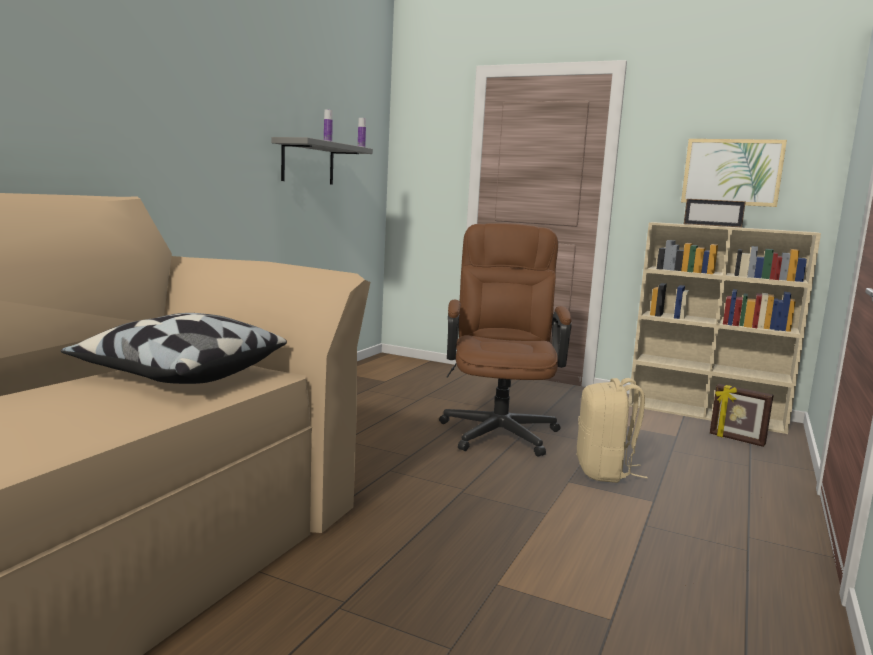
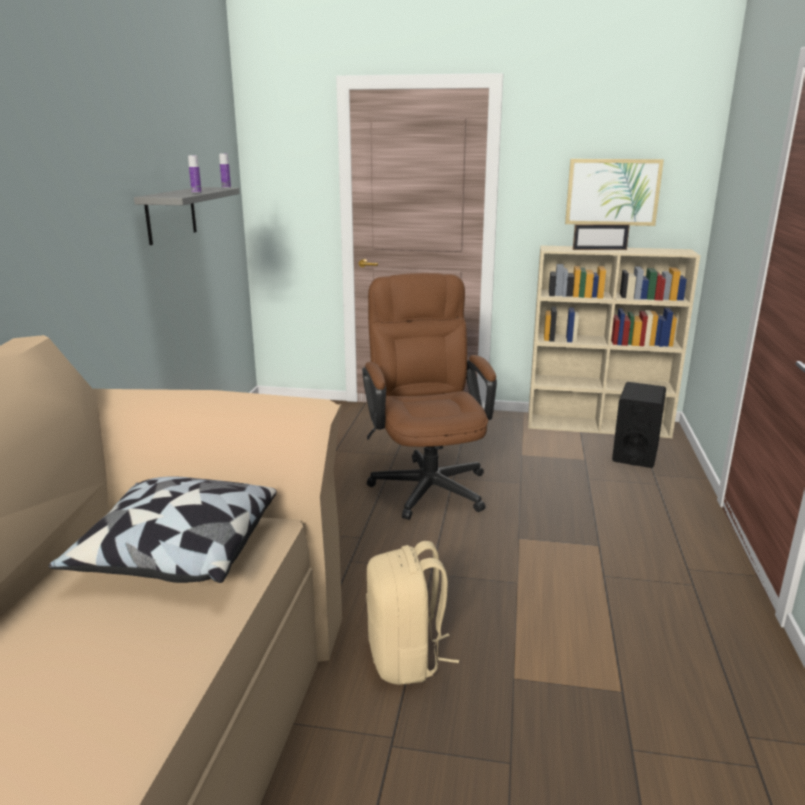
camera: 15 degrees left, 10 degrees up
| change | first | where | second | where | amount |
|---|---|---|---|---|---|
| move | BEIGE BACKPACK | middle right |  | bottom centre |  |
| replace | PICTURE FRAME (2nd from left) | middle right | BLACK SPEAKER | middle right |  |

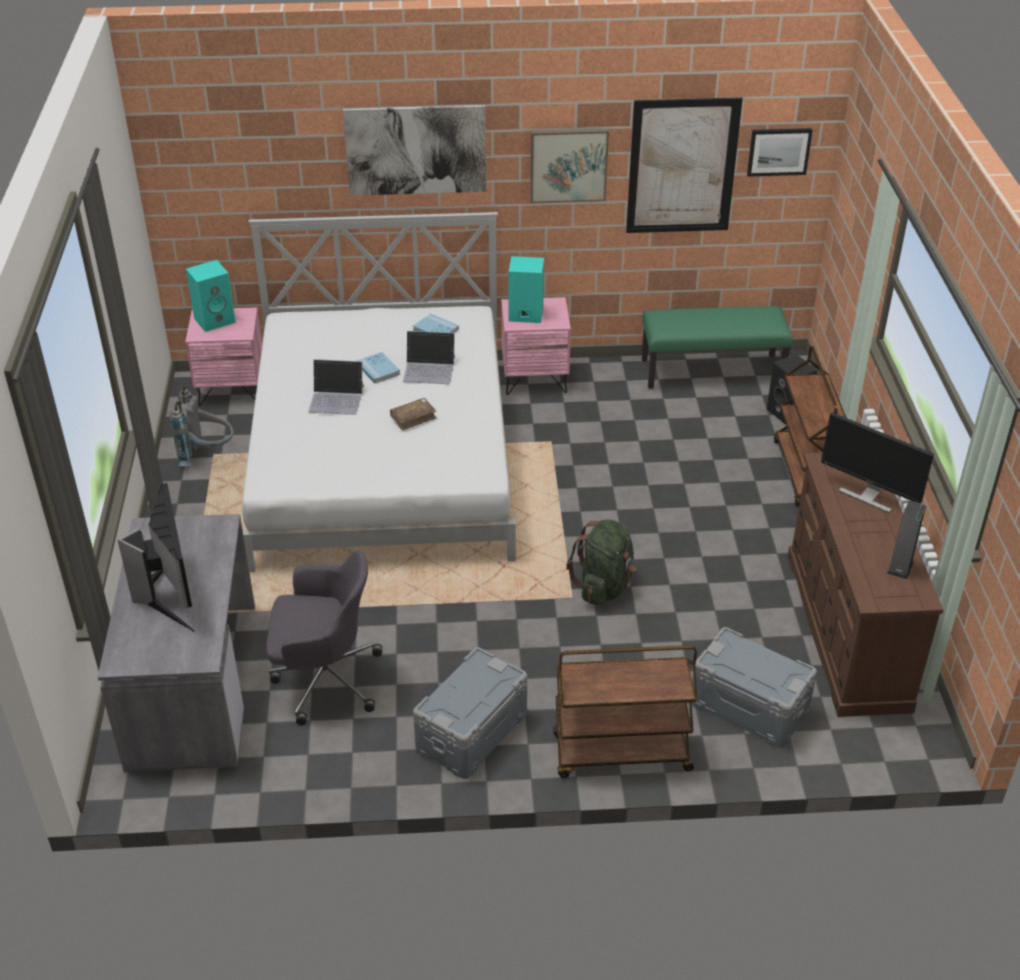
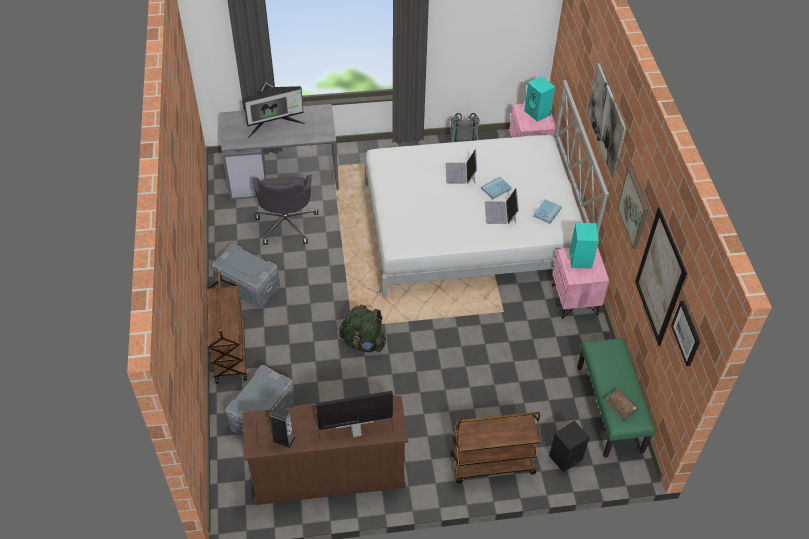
camera: 85 degrees right, 10 degrees up
| change | first | where | second | where | amount |
|---|---|---|---|---|---|
| move | BROWN BOOK | centre |  | bottom right |  |
| rotate | MONITOR (2nd from left) | middle right |  | bottom centre | 45 degrees clockwise |

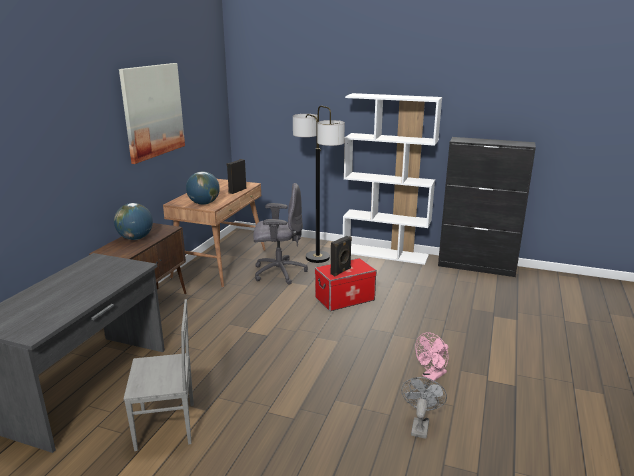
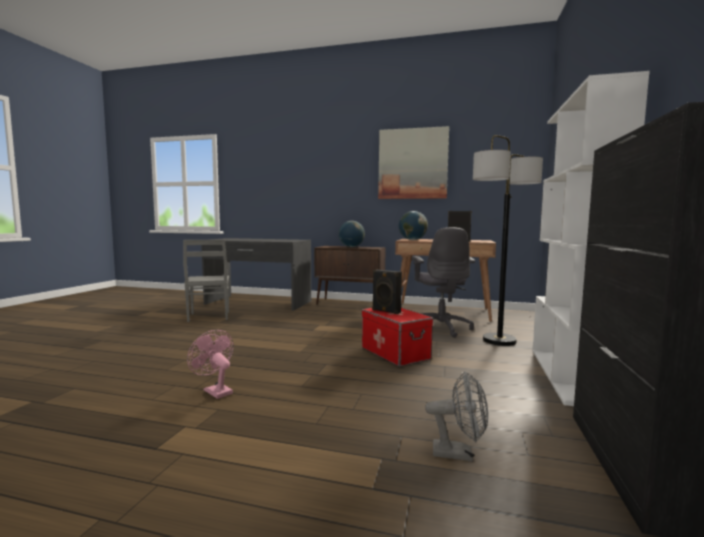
camera: 85 degrees right, 15 degrees down
| change | first | where | second | where | amount |
|---|---|---|---|---|---|
| move | GREY FAN | bottom right |  | bottom centre |  |

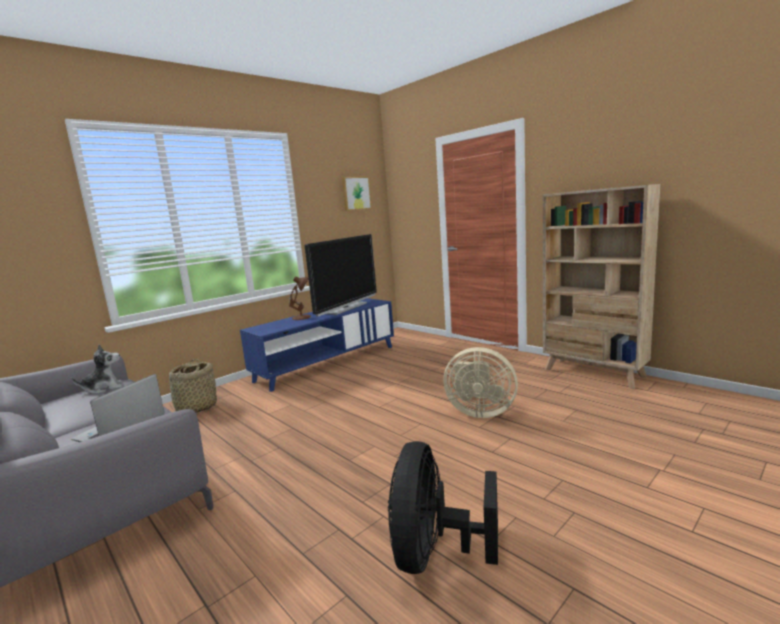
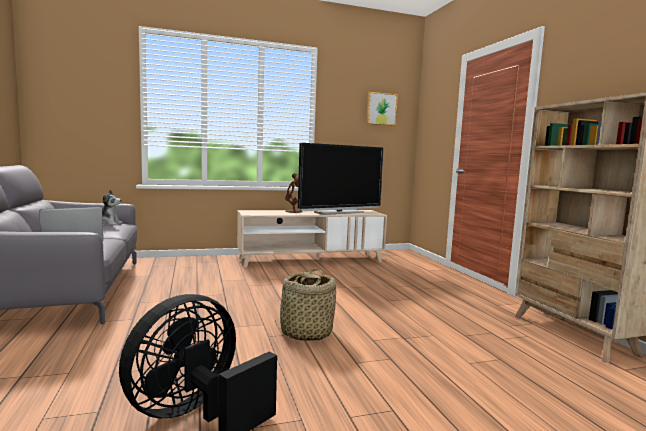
camera: 25 degrees right, 5 degrees down
| change | first | where | second | where | amount |
|---|---|---|---|---|---|
| recolor | BLUE TV STAND | centre | BEIGE TV STAND | centre |  |
| delete | BEIGE FAN | centre |  |  |  |
| move | BASKET | middle left |  | bottom centre |  |

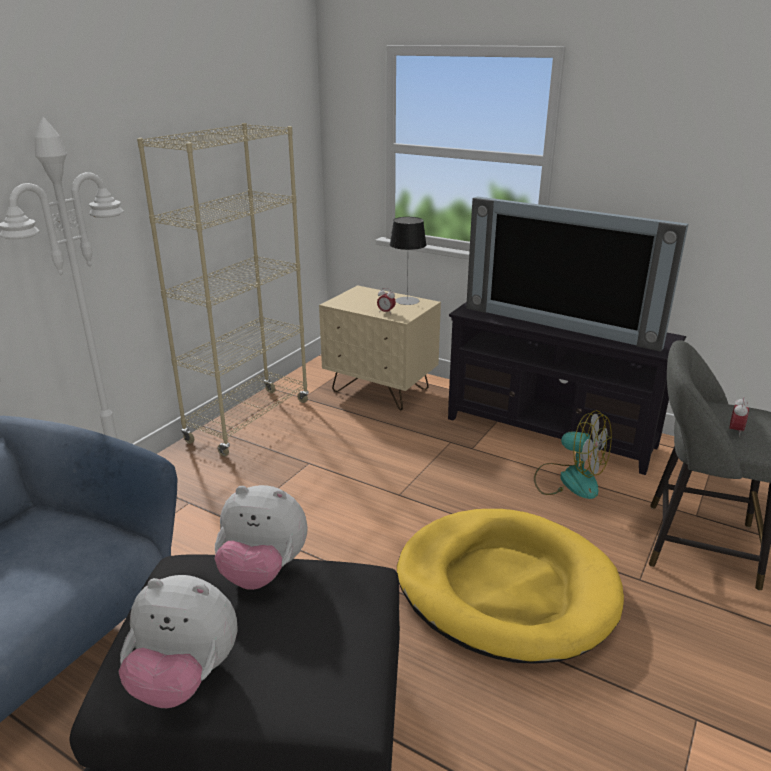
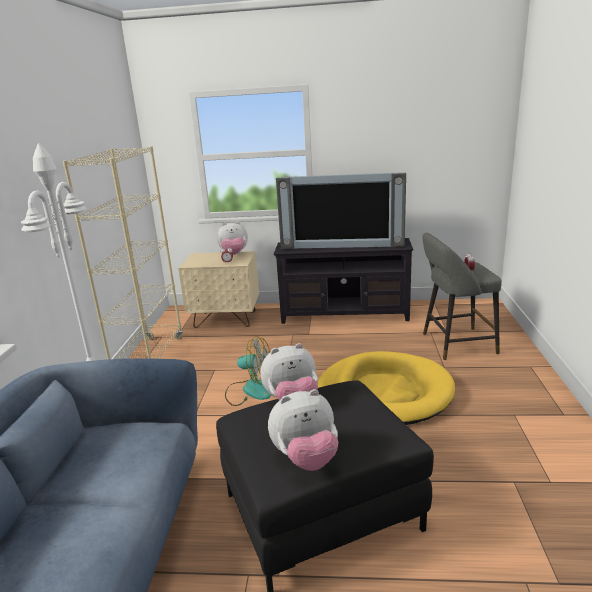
camera: 25 degrees left, 5 degrees down
| change | first | where | second | where | amount |
|---|---|---|---|---|---|
| replace | TABLE LAMP | centre | PLUSH TOY (1st from left) | centre |  |
| move | FAN | middle right |  | centre |  |

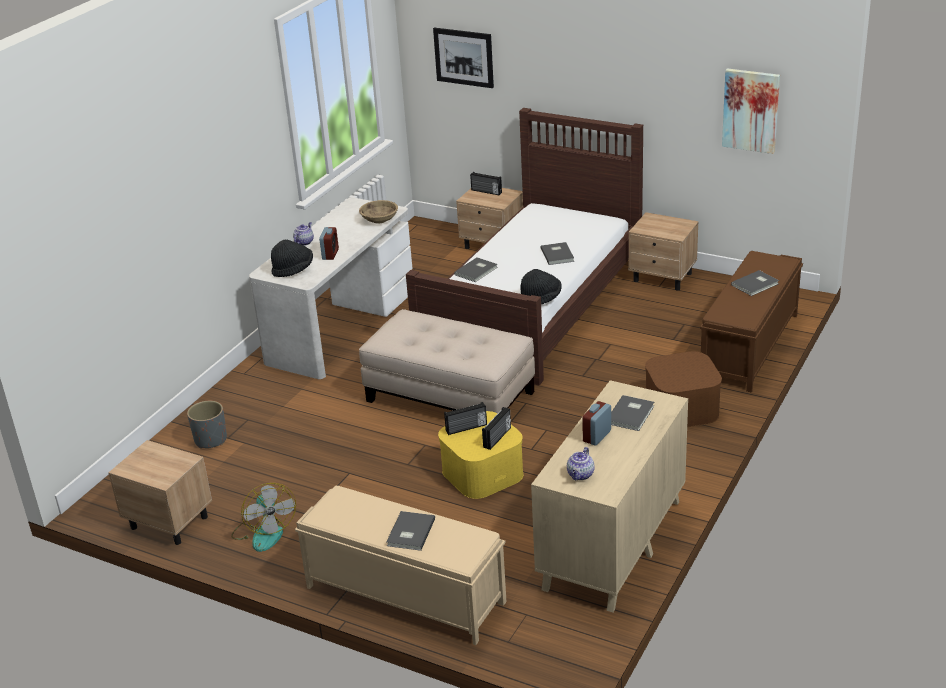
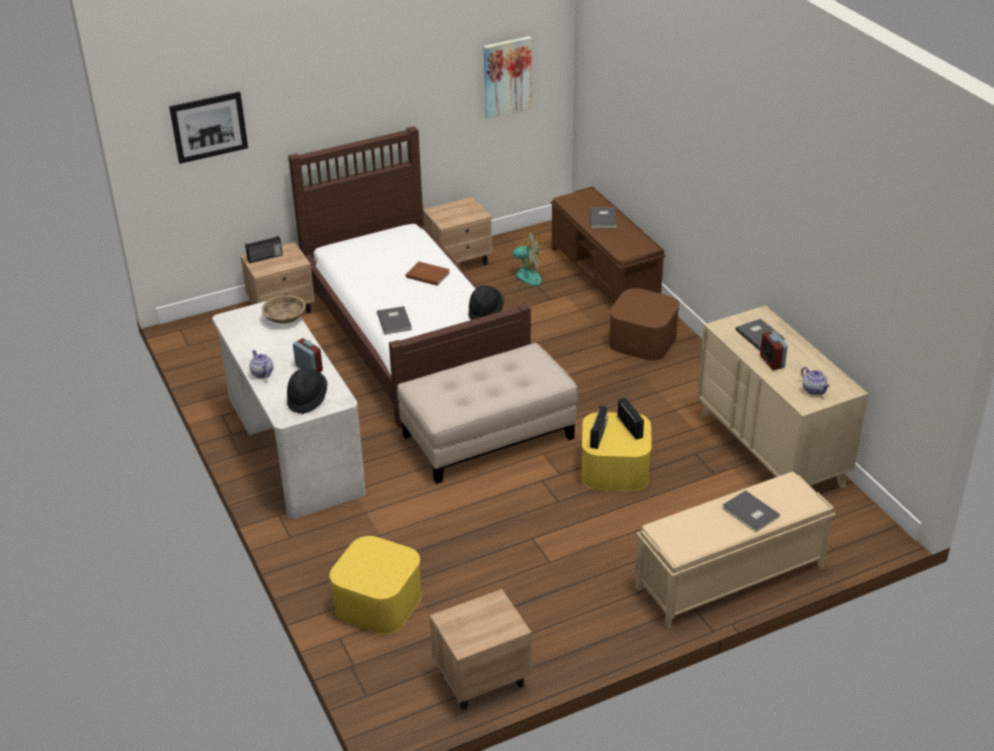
camera: 55 degrees left, 5 degrees up
| change | first | where | second | where | amount |
|---|---|---|---|---|---|
| recolor | GREY BOOK (3rd from left) | centre | BROWN BOOK | centre |  |
| replace | GREY PLANTER | middle left | YELLOW STORAGE BOX (1st from left) | bottom centre |  |
| move | FAN | bottom left |  | centre |  |

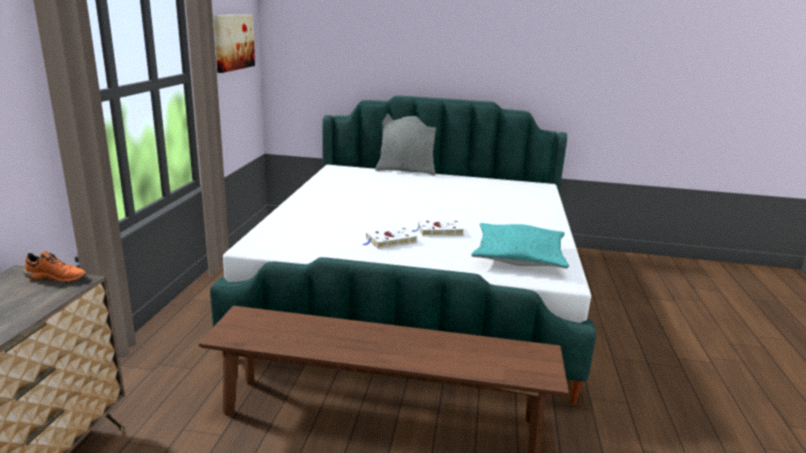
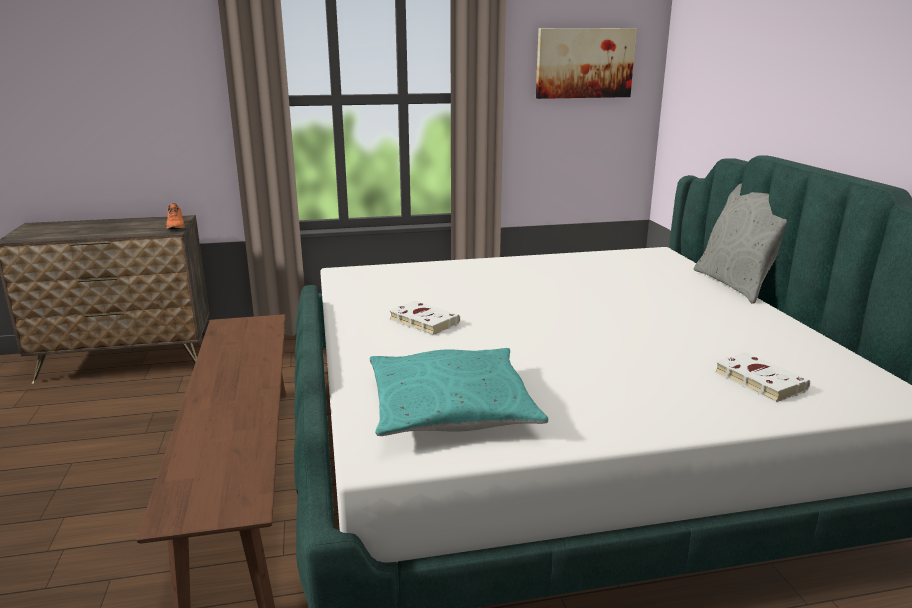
camera: 70 degrees right, 0 degrees up
| change | first | where | second | where | amount |
|---|---|---|---|---|---|
| move | WHITE BOOK (2nd from left) | centre |  | middle right |  |

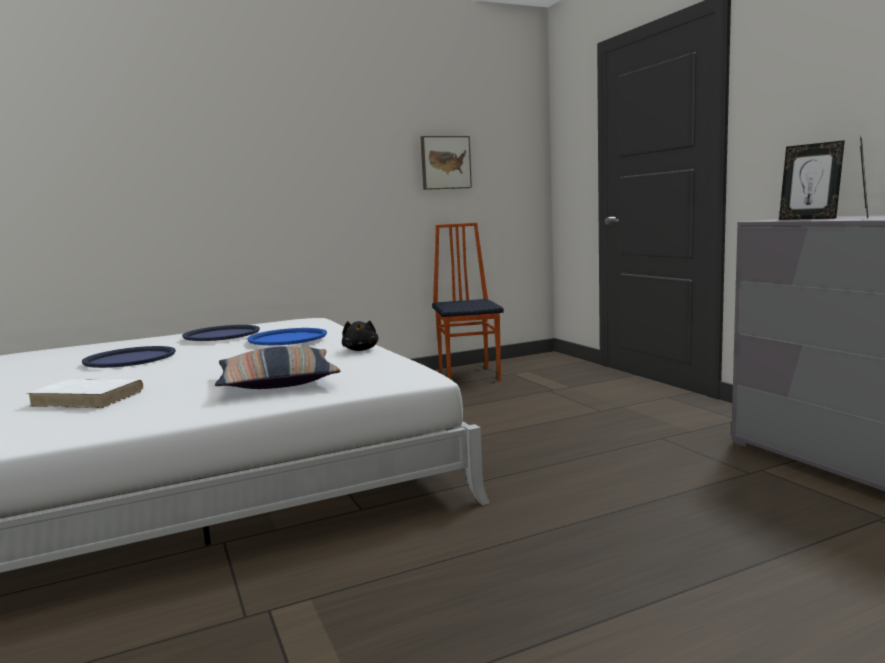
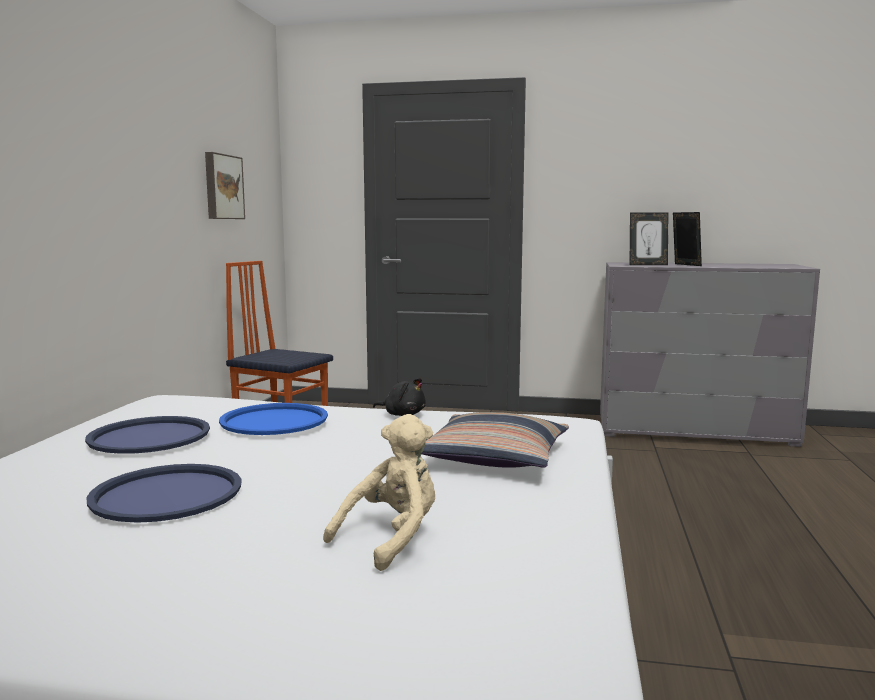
camera: 55 degrees left, 0 degrees up
| change | first | where | second | where | amount |
|---|---|---|---|---|---|
| replace | WHITE BOOK | middle left | BEIGE PLUSH TOY | bottom centre |  |

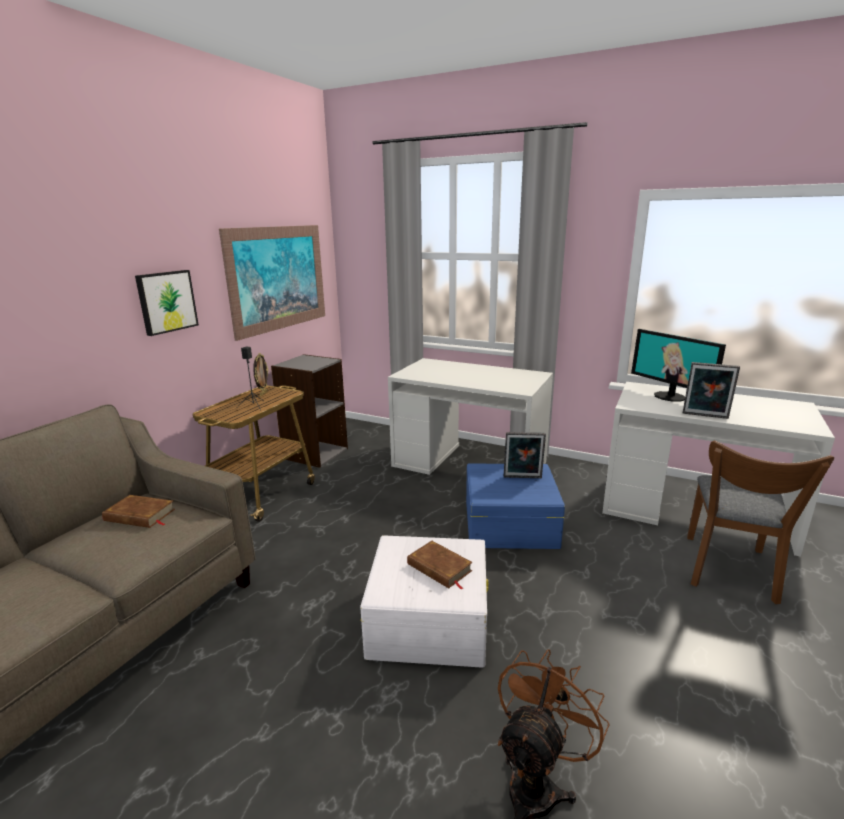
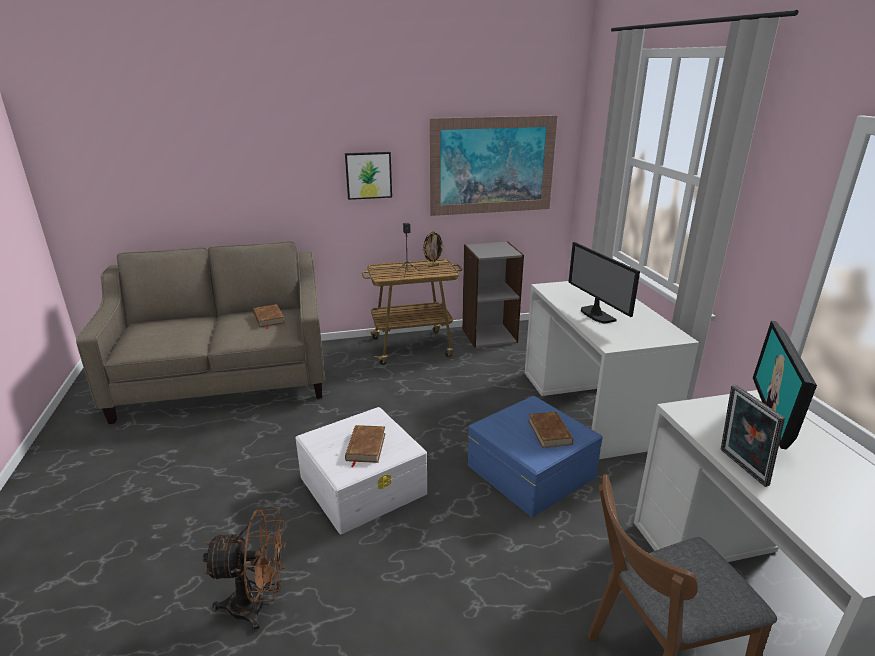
camera: 50 degrees right, 5 degrees up
| change | first | where | second | where | amount |
|---|---|---|---|---|---|
| replace | PICTURE FRAME (2nd from left) | centre | BROWN BOOK (3rd from left) | centre |  |
| insert |  |  | MONITOR (1st from left) | middle right |  |

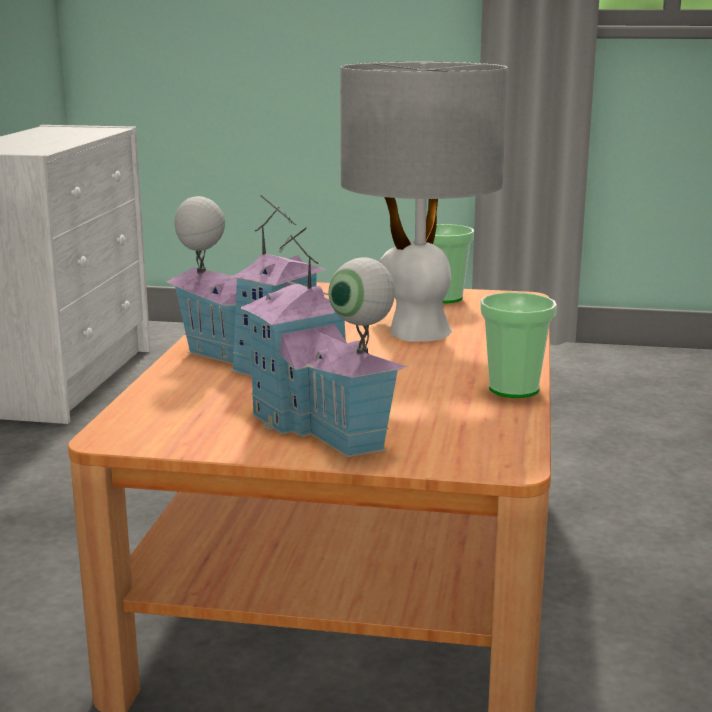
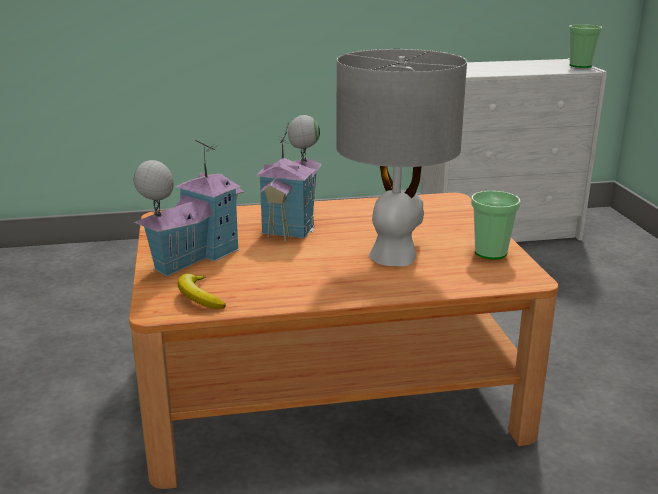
camera: 70 degrees right, 5 degrees up
| change | first | where | second | where | amount |
|---|---|---|---|---|---|
| move | CUP (2nd from left) | middle right |  | top right |  |
| insert |  |  | BANANA | middle left |  |

